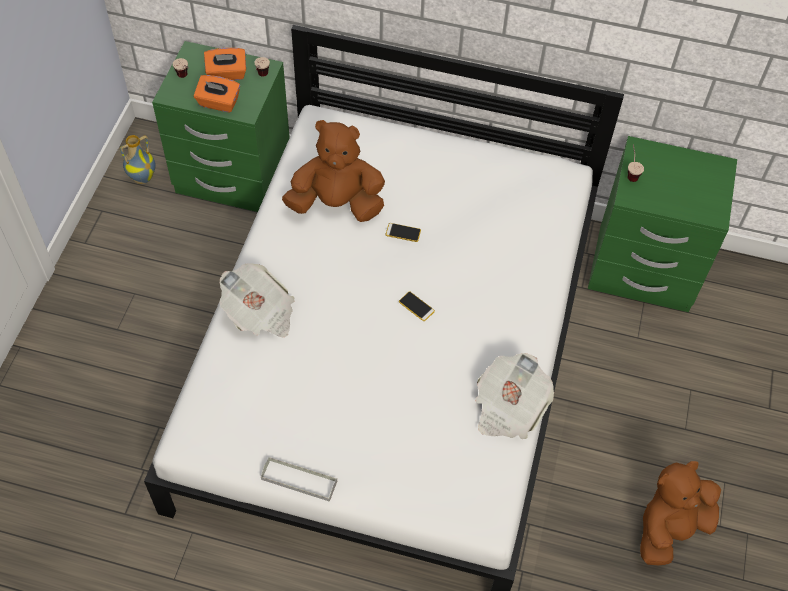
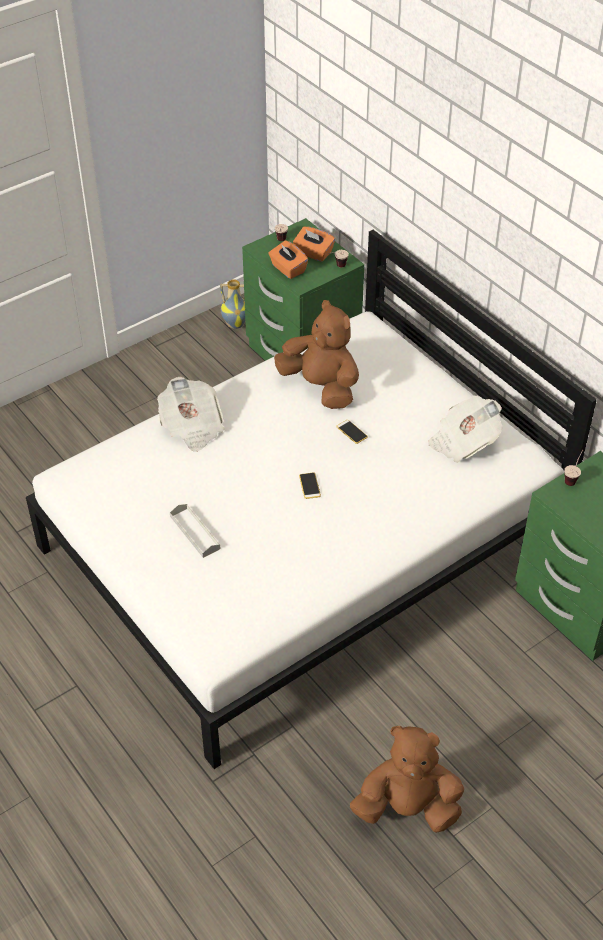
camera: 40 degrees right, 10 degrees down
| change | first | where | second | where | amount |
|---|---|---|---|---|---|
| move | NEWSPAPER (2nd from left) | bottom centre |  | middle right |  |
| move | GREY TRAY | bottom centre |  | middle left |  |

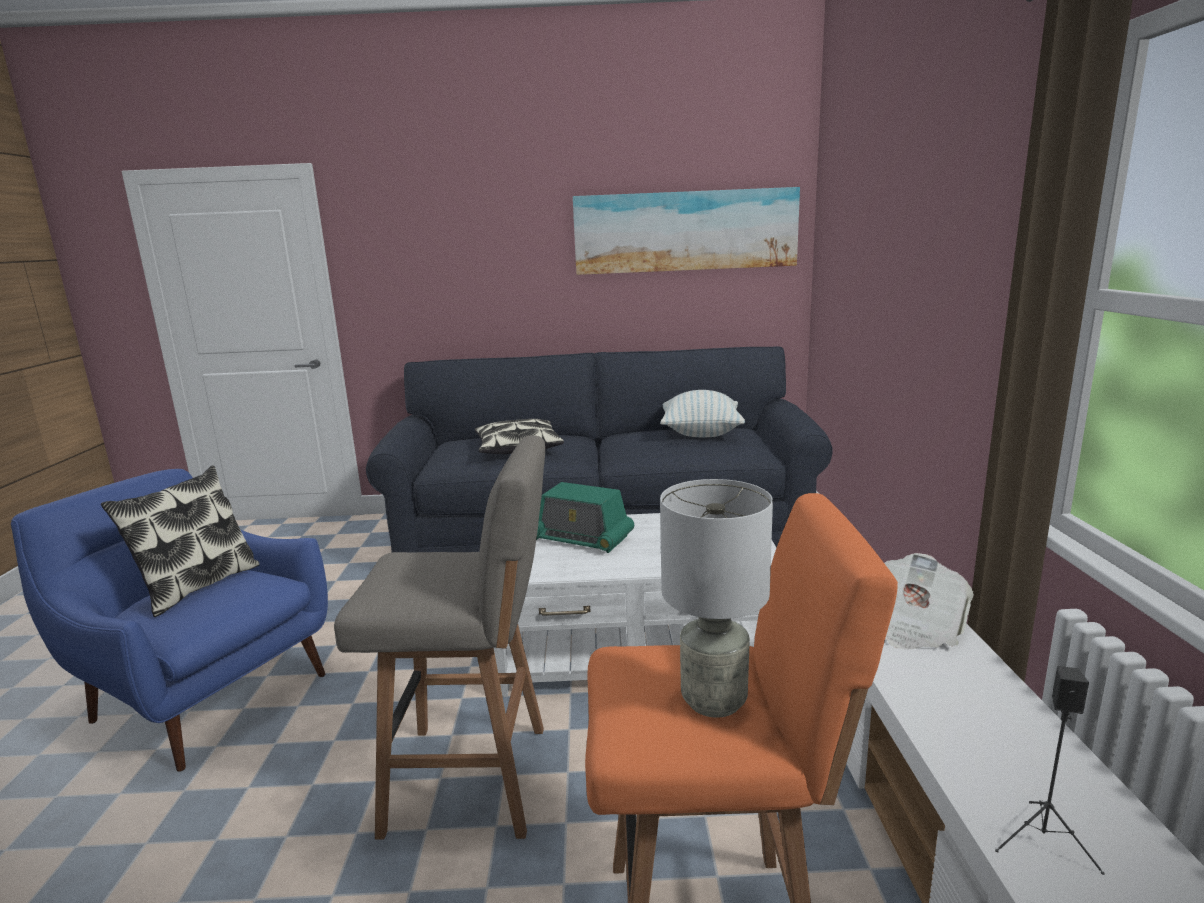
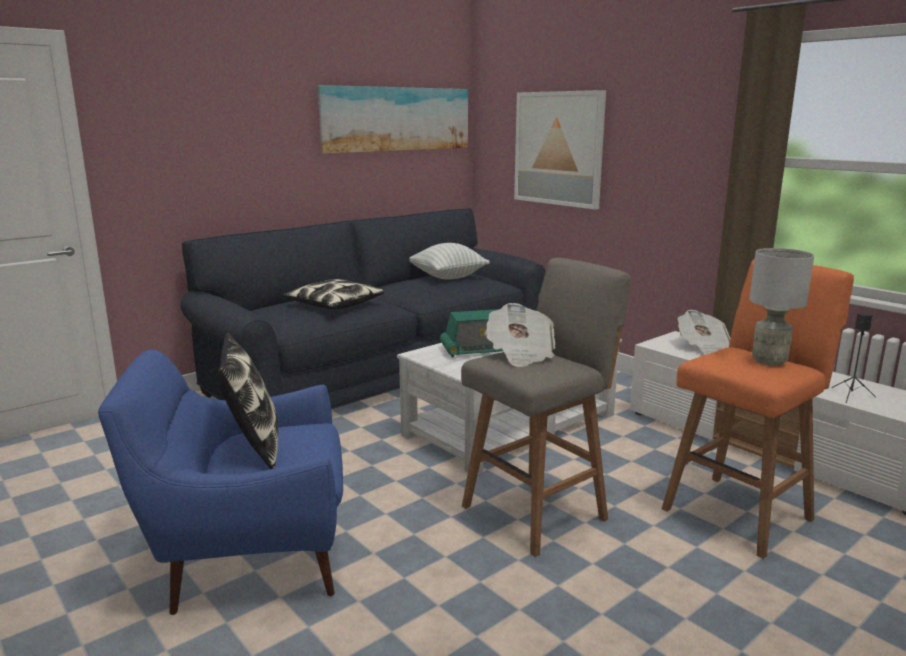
camera: 40 degrees left, 0 degrees up
| change | first | where | second | where | amount |
|---|---|---|---|---|---|
| insert |  |  | PICTURE (2nd from left) | top centre |  |
| insert |  |  | NEWSPAPER (1st from left) | centre |  |

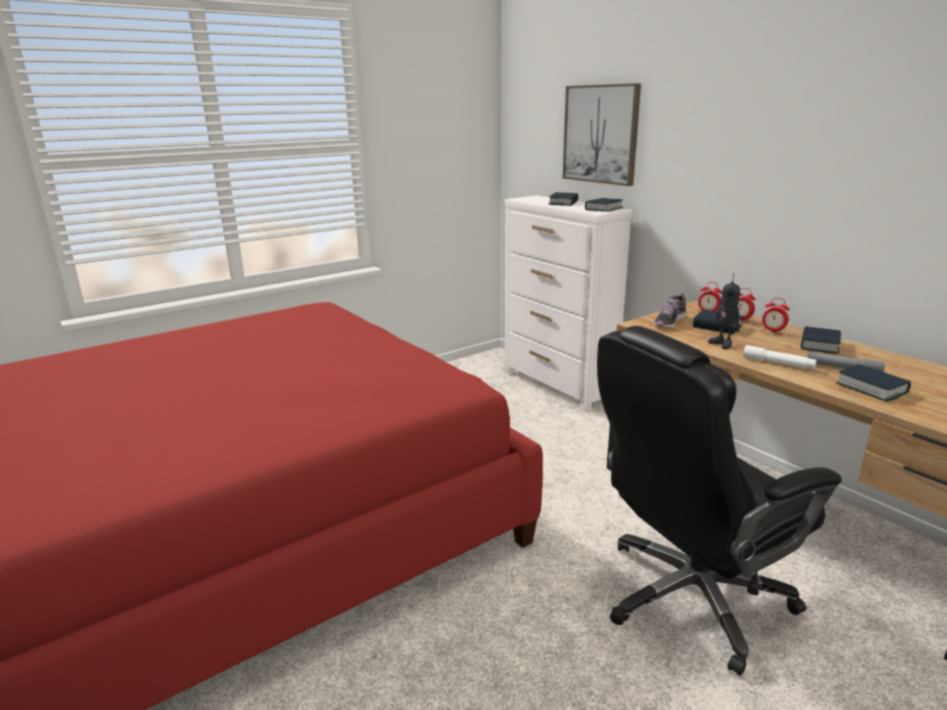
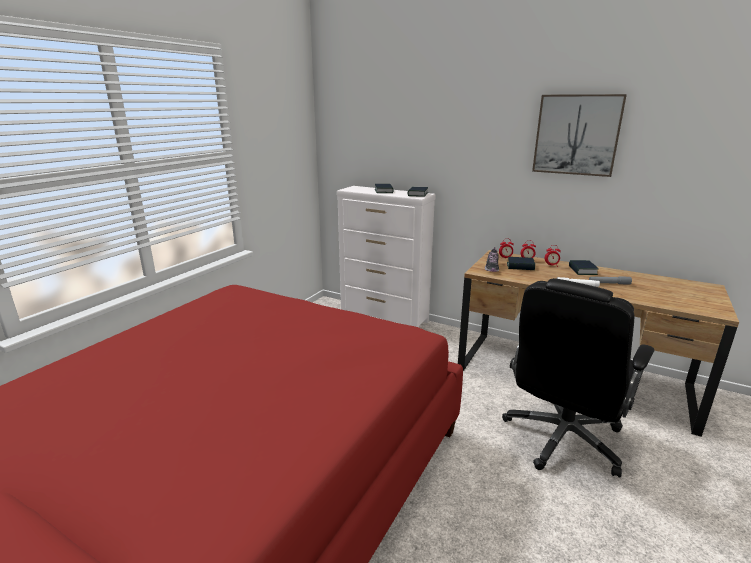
camera: 25 degrees left, 0 degrees up
| change | first | where | second | where | amount |
|---|---|---|---|---|---|
| move | PICTURE | top centre |  | top right |  |
| delete | TOY ROBOT | middle right |  |  |  |
| delete | BOOK (5th from left) | middle right |  |  |  |

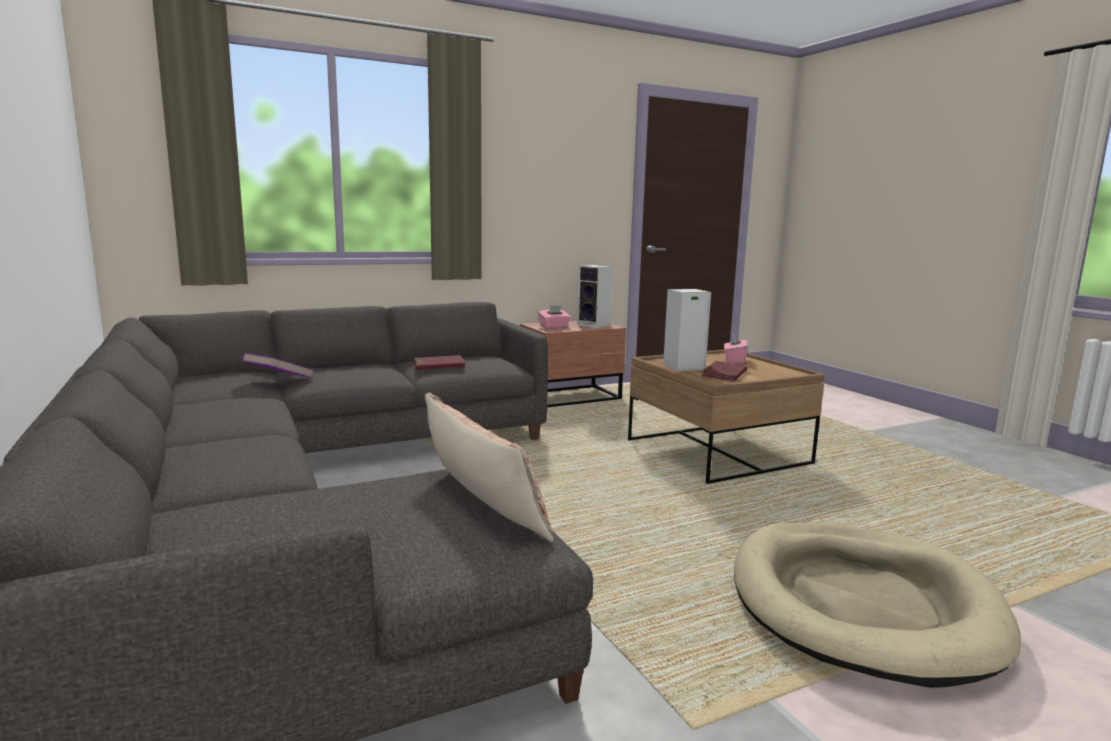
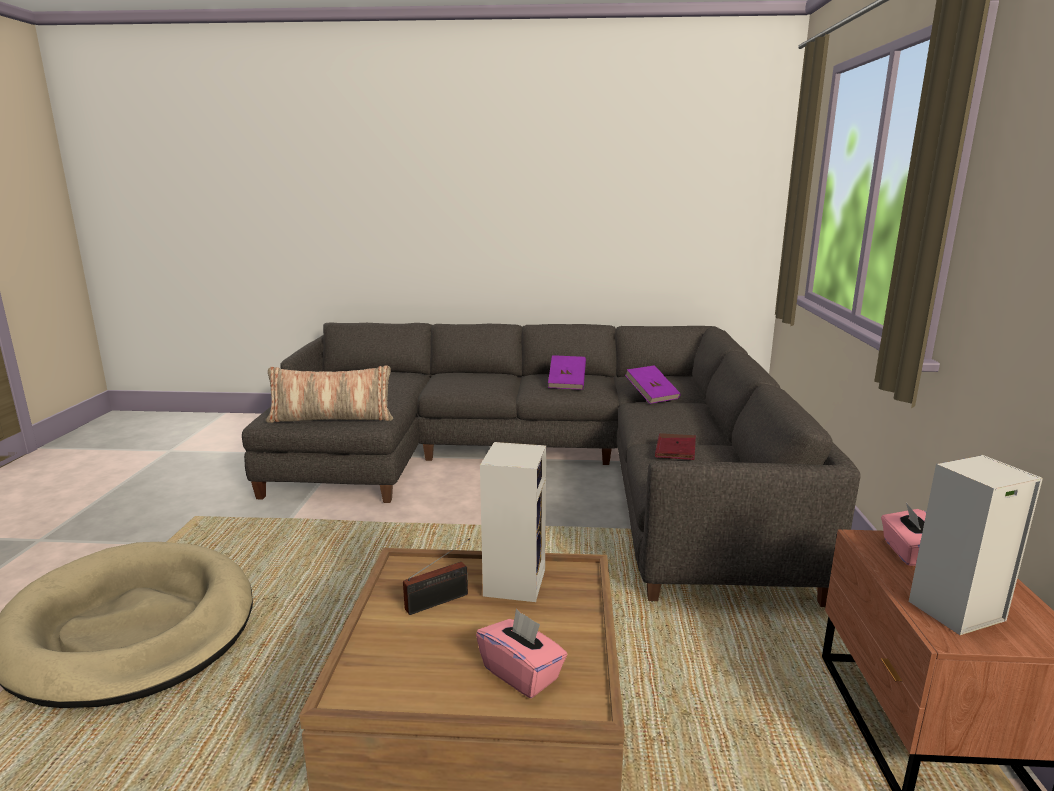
camera: 120 degrees right, 5 degrees up
| change | first | where | second | where | amount |
|---|---|---|---|---|---|
| replace | RED BOOK (2nd from left) | centre | RADIO | bottom centre |  |
| insert |  |  | PURPLE BOOK (1st from left) | centre |  |

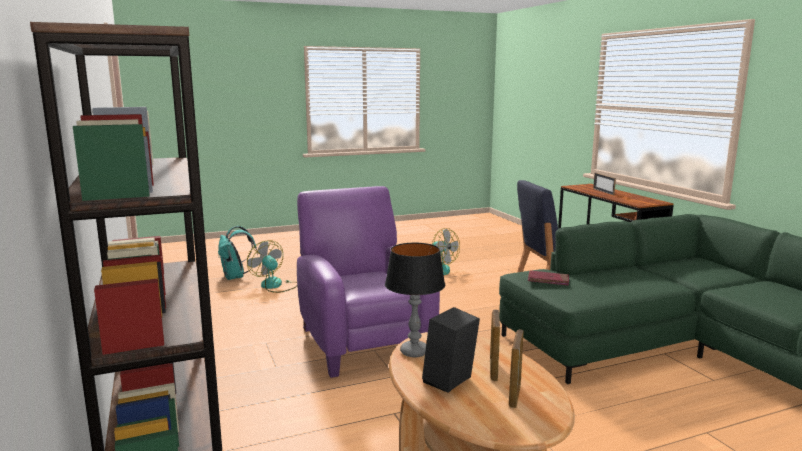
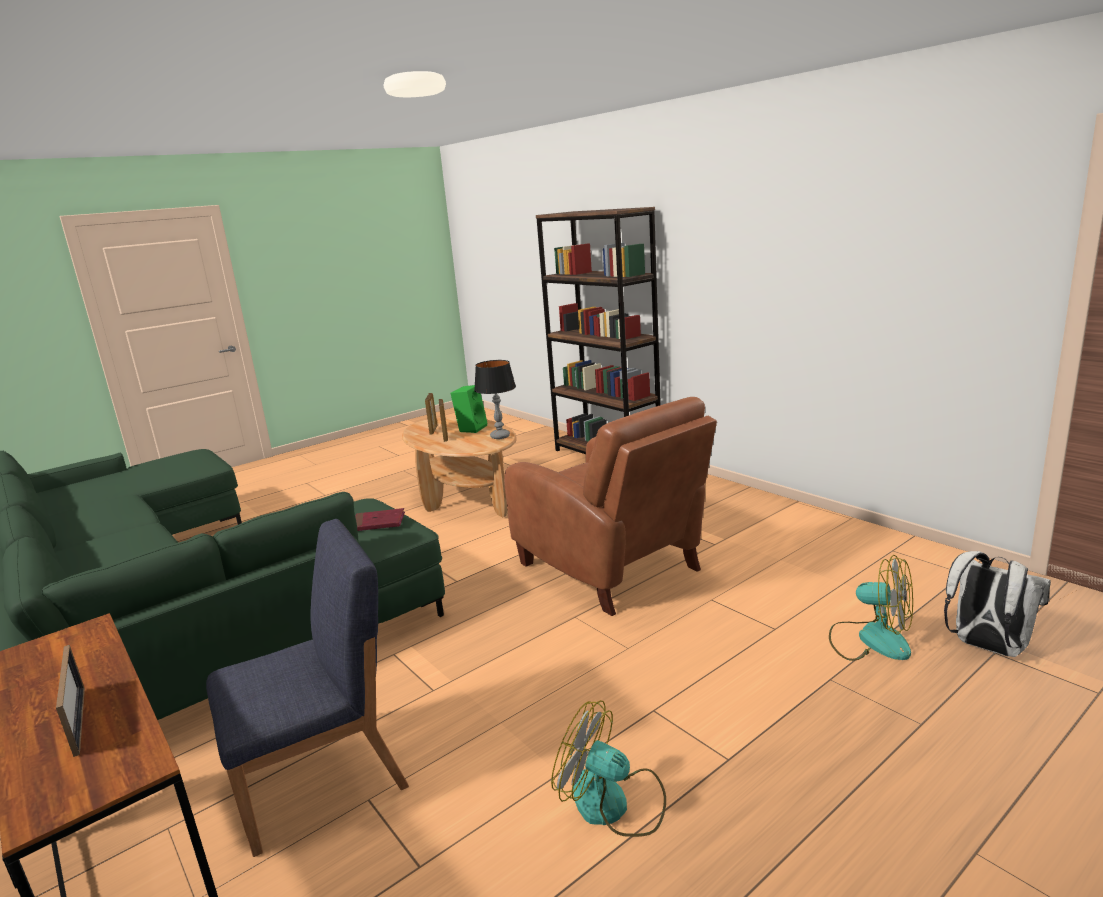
camera: 165 degrees right, 5 degrees up
| change | first | where | second | where | amount |
|---|---|---|---|---|---|
| recolor | PURPLE ARMCHAIR | centre | BROWN ARMCHAIR | centre |  |
| recolor | TURQUOISE BACKPACK | middle left | WHITE BACKPACK | bottom right |  |
| recolor | BLACK SPEAKER | bottom centre | GREEN SPEAKER | centre |  |

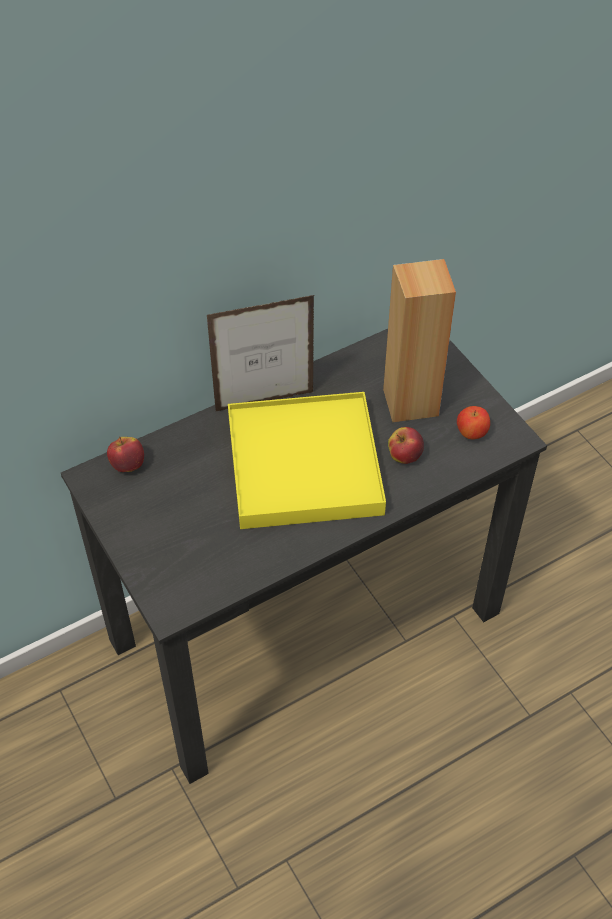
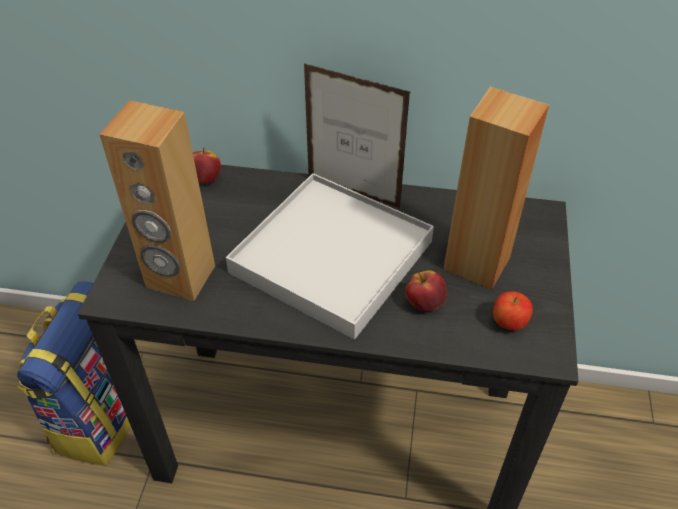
camera: 40 degrees right, 5 degrees down
| change | first | where | second | where | amount |
|---|---|---|---|---|---|
| recolor | YELLOW TRAY | centre | WHITE TRAY | centre |  |
| insert |  |  | BROWN SPEAKER (1st from left) | middle left |  |
| insert |  |  | BACKPACK | bottom left |  |

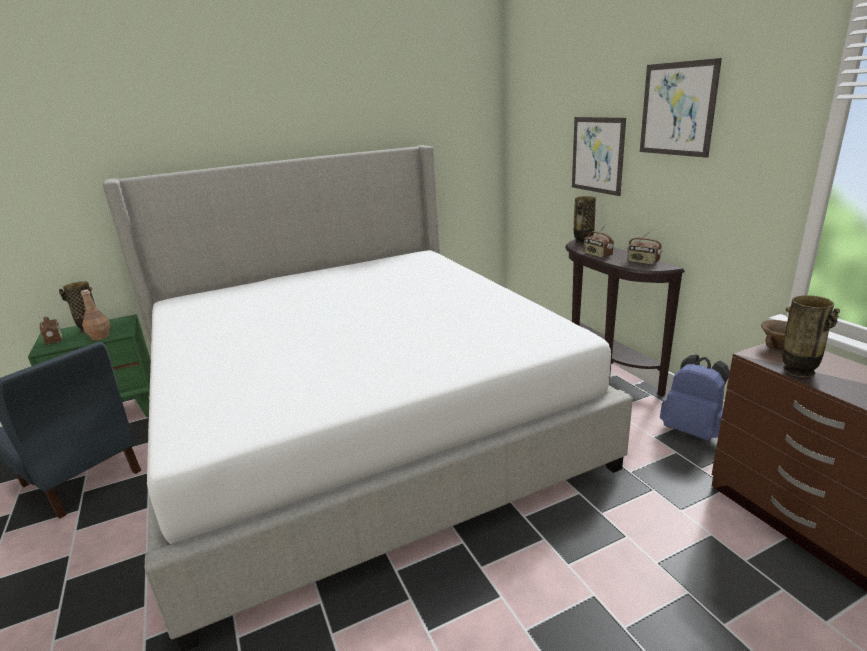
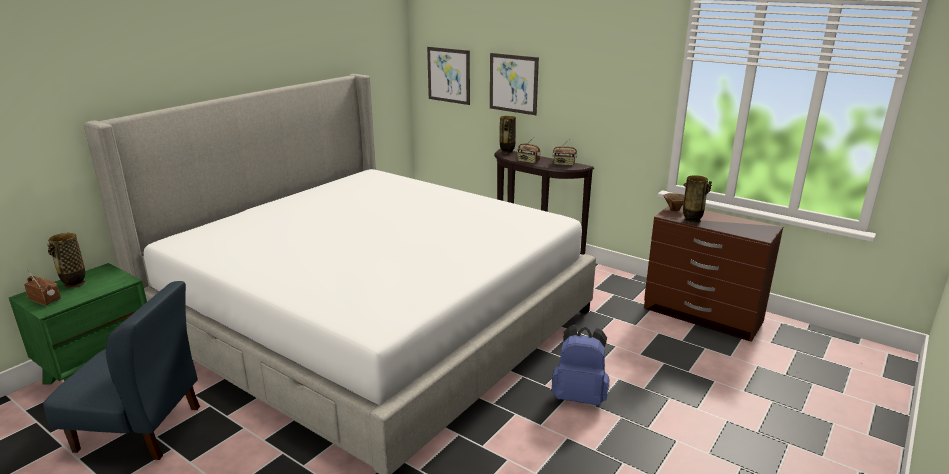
camera: 30 degrees left, 0 degrees up
| change | first | where | second | where | amount |
|---|---|---|---|---|---|
| move | PICTURE (2nd from left in the first image) | top right | PICTURE (1st from left) | top centre |  |
| delete | BROWN BOTTLE | middle left |  |  |  |
| move | BLUE BACKPACK | middle right |  | bottom centre |  |

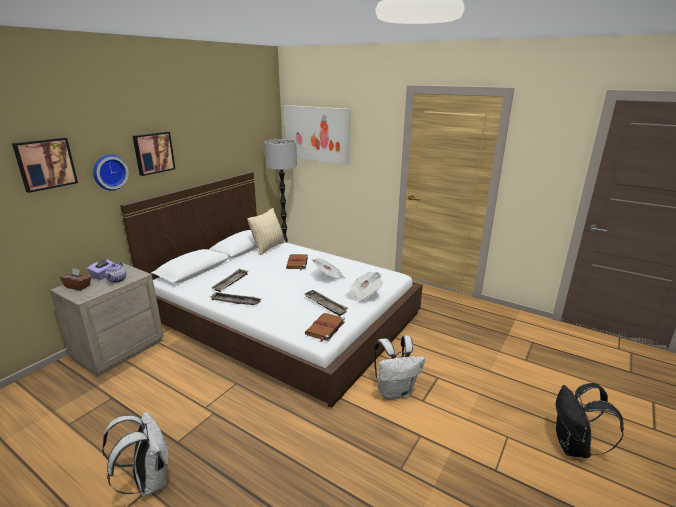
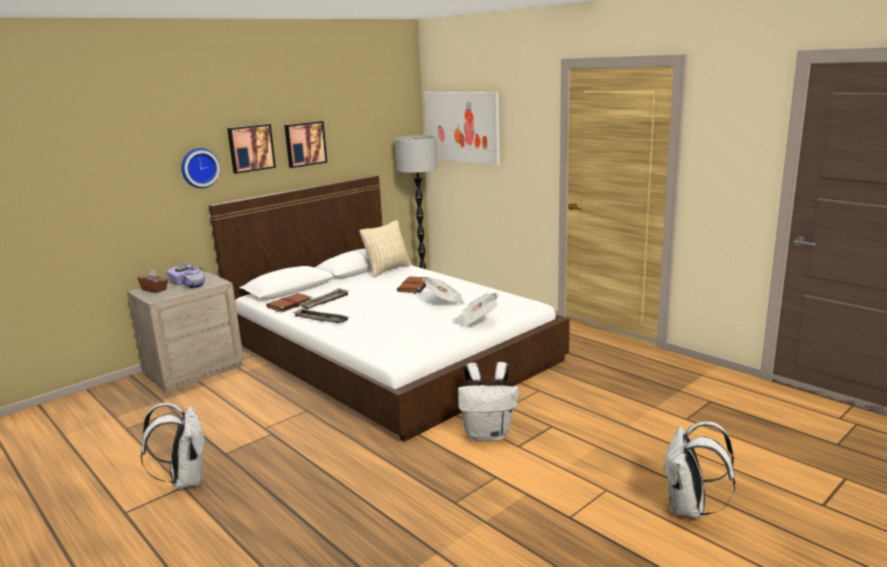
camera: 15 degrees right, 5 degrees down
| change | first | where | second | where | amount |
|---|---|---|---|---|---|
| move | PICTURE (1st from left in the first image) | top left | PICTURE (2nd from left) | top centre |  |
| delete | TRAY (3rd from left) | centre |  |  |  |
| move | BROWN BOOK (2nd from left in the first image) | centre | BROWN BOOK (1st from left) | middle left |  |
| recolor | BLACK BACKPACK | bottom right | WHITE BACKPACK (3rd from left) | bottom right |  |

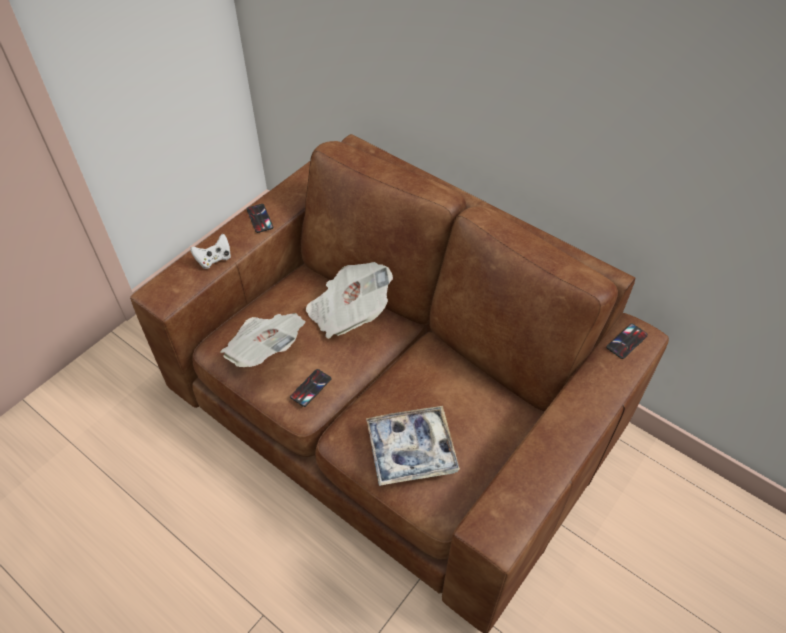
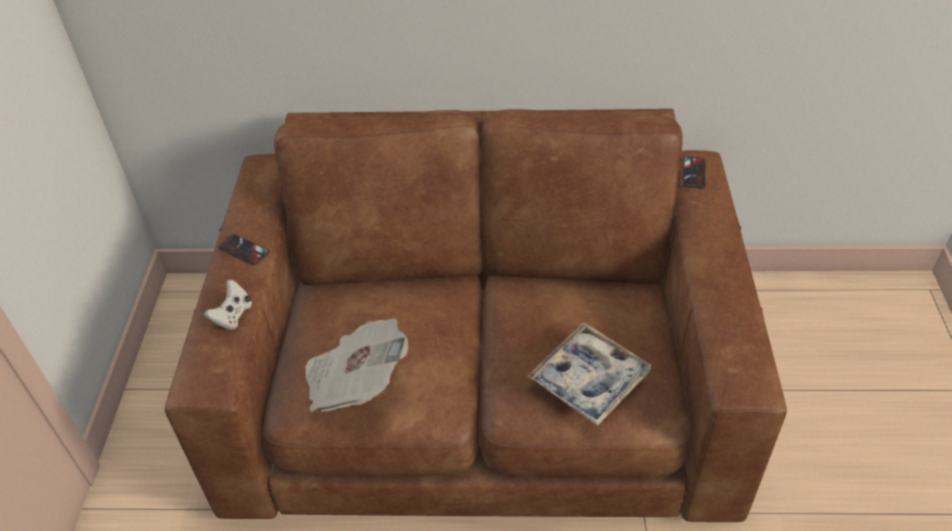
camera: 35 degrees left, 5 degrees down
| change | first | where | second | where | amount |
|---|---|---|---|---|---|
| delete | NEWSPAPER (2nd from left) | centre |  |  |  |
| delete | PHONE (2nd from left) | centre |  |  |  |

